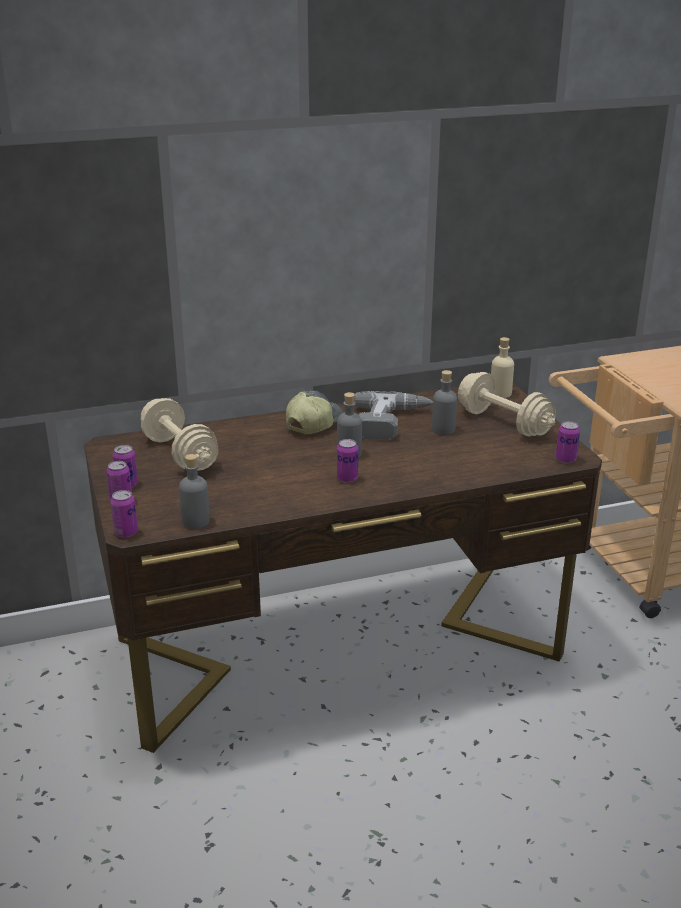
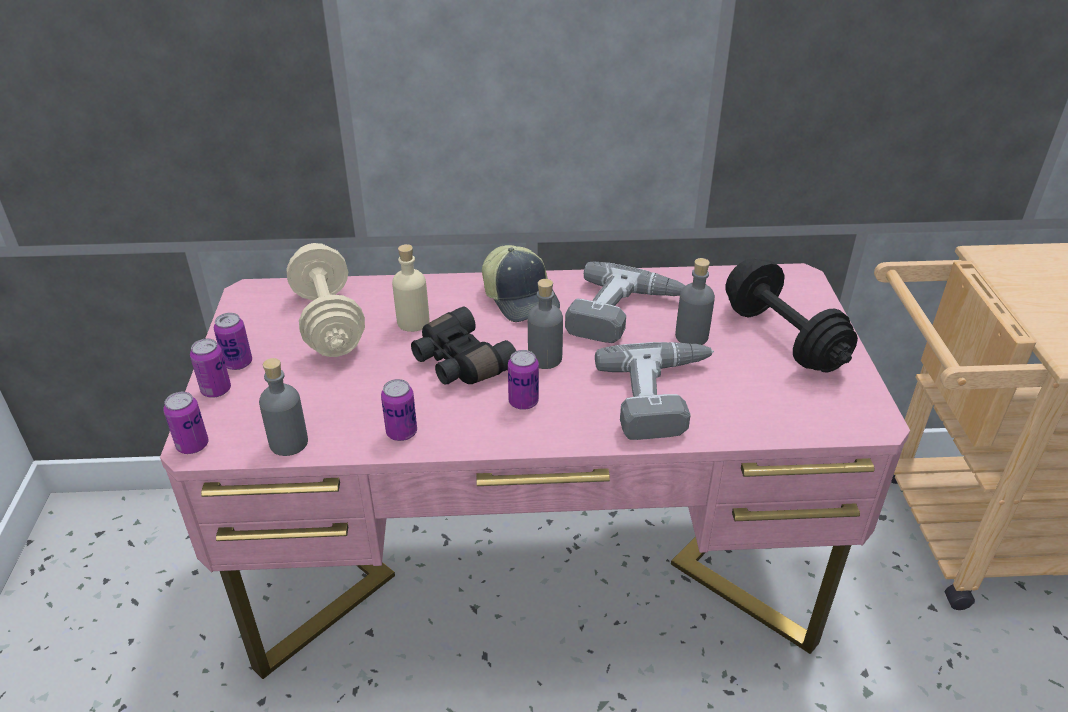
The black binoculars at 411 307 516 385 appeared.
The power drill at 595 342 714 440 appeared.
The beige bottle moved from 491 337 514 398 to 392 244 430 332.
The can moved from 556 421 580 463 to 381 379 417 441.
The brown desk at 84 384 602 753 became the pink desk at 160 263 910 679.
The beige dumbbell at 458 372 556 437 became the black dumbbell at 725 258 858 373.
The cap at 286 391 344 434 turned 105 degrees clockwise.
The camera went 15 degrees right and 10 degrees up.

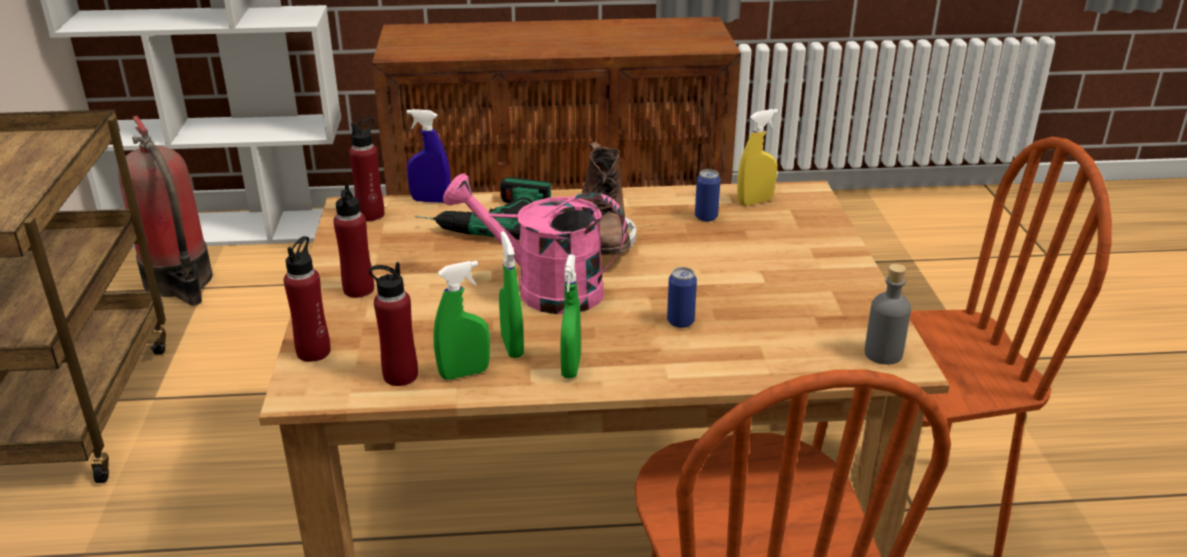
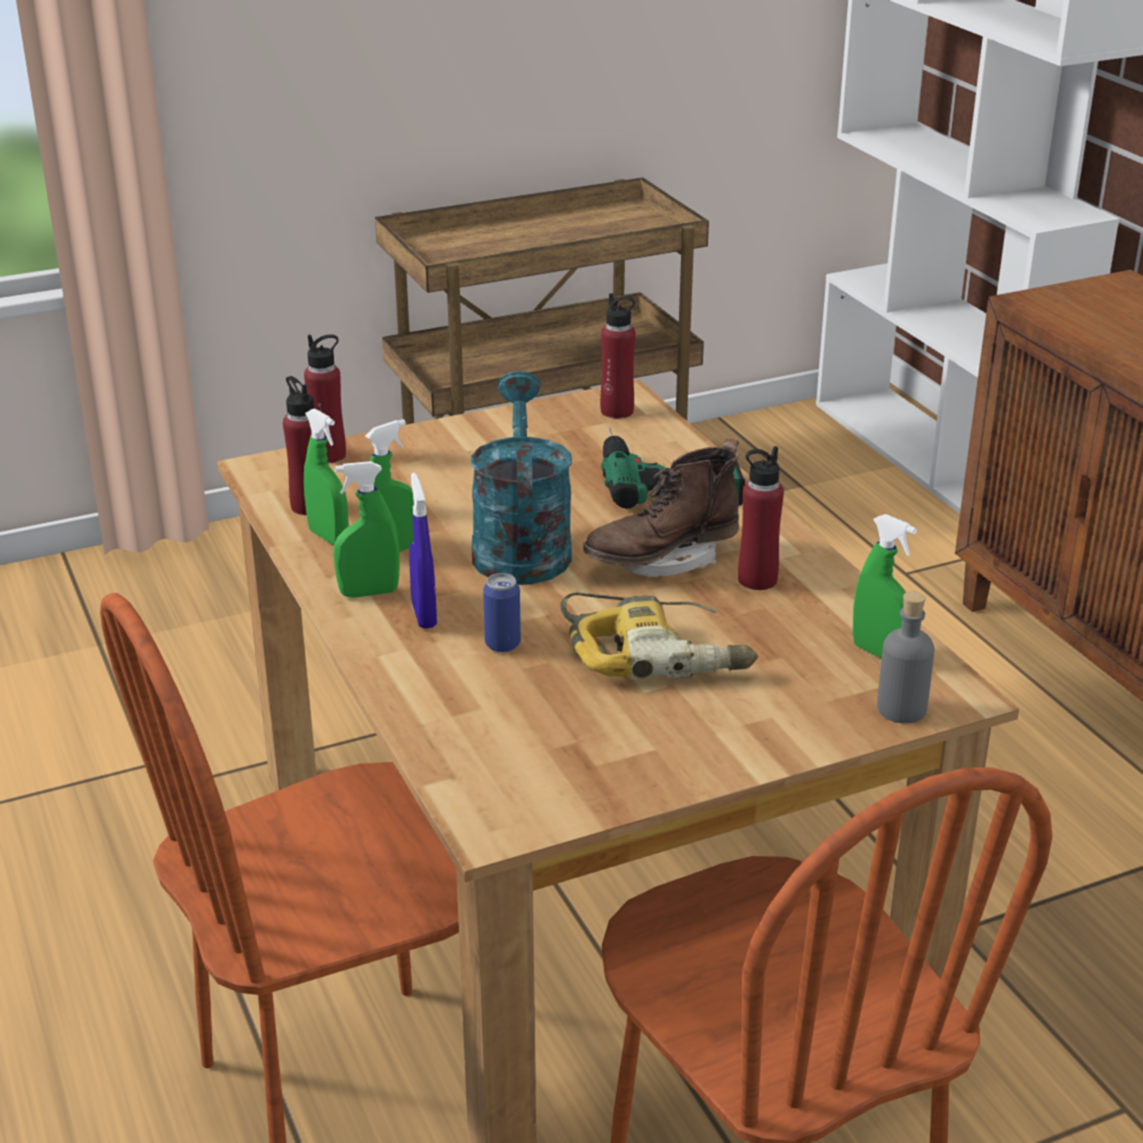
The fire extinguisher at 118 116 213 305 disappeared.
The can at 695 169 721 222 disappeared.
The power drill at 560 592 758 679 appeared.
The red bottle moved from 333 183 374 298 to 738 446 784 590.
The blue spray bottle moved from 407 109 450 203 to 409 473 437 629.
The grey bottle moved from 865 264 911 365 to 877 591 935 723.
The pink watering can at 443 173 626 314 became the turquoise watering can at 471 371 572 585.
The yellow spray bottle at 737 109 778 205 became the green spray bottle at 853 514 917 659.
The camera went 70 degrees right and 0 degrees up.

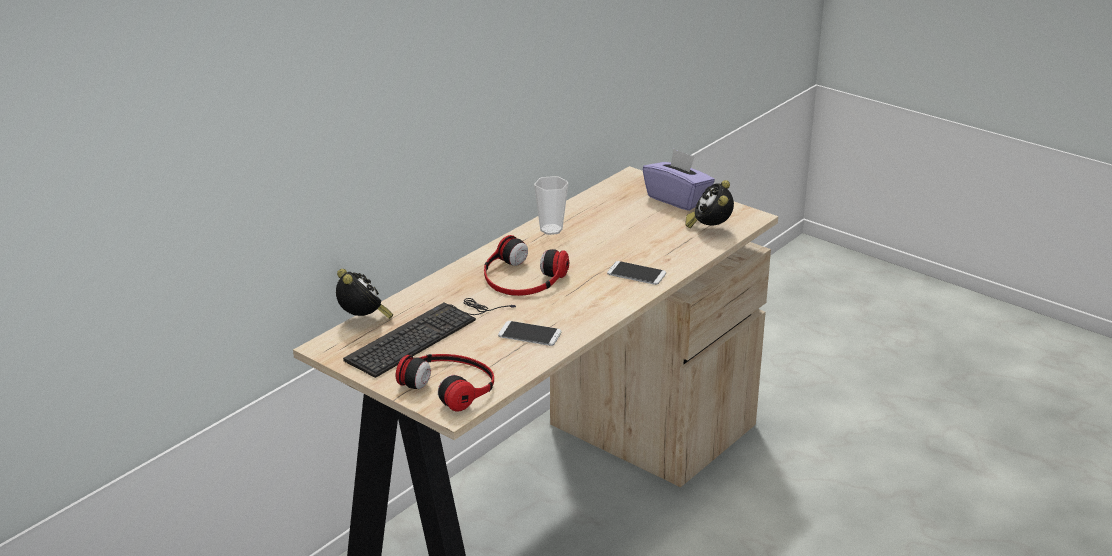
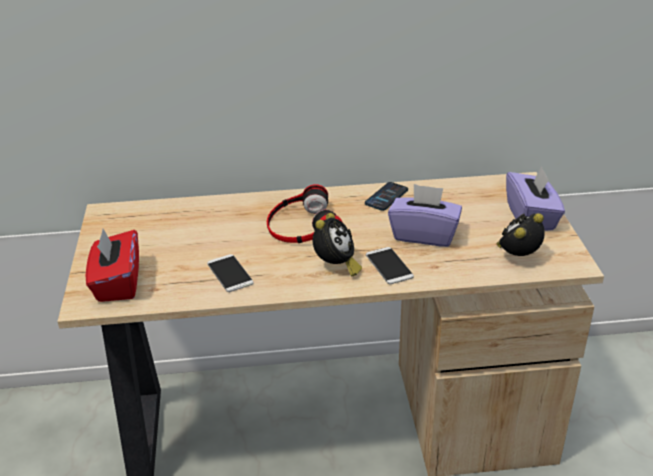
The keyboard at 343 298 516 378 disappeared.
The purple tissue box at 388 184 462 247 appeared.
The alarm clock moved from 336 269 393 319 to 312 213 362 276.
The headphones at 396 354 494 412 was replaced by the red tissue box at 85 229 139 302.
The cup at 534 176 568 235 was replaced by the phone at 365 182 408 211.
The camera went 45 degrees right and 5 degrees up.

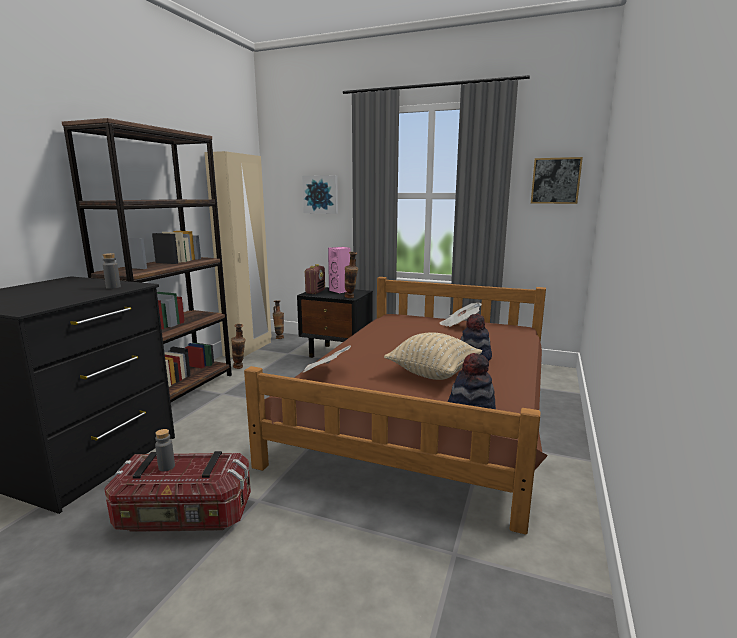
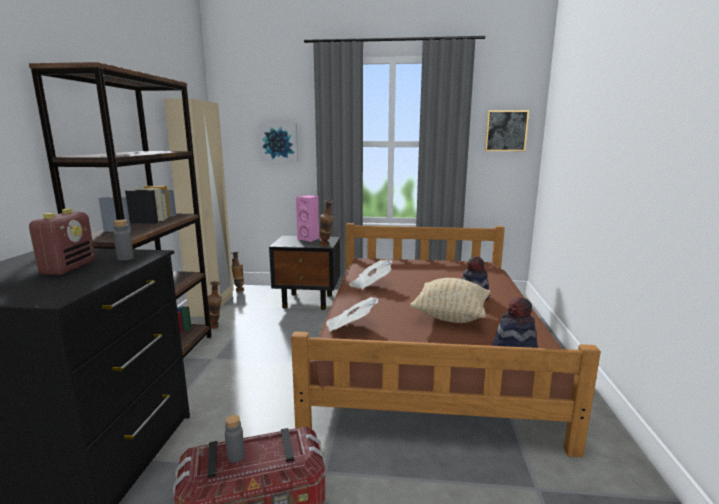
The radio moved from 304 264 325 294 to 29 208 95 275.
The newspaper moved from 439 303 482 327 to 349 260 393 289.
The camera went 15 degrees left and 0 degrees up.

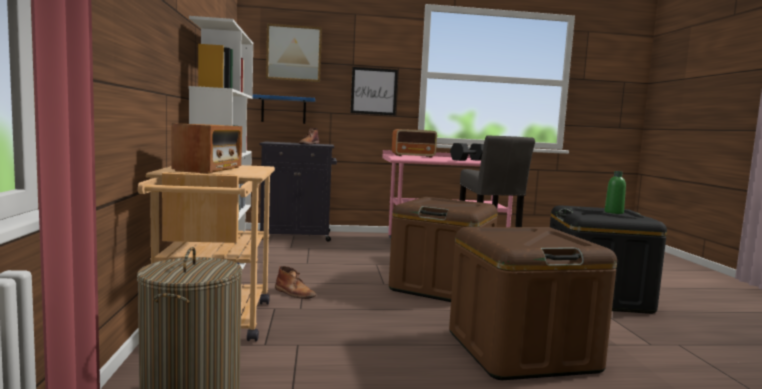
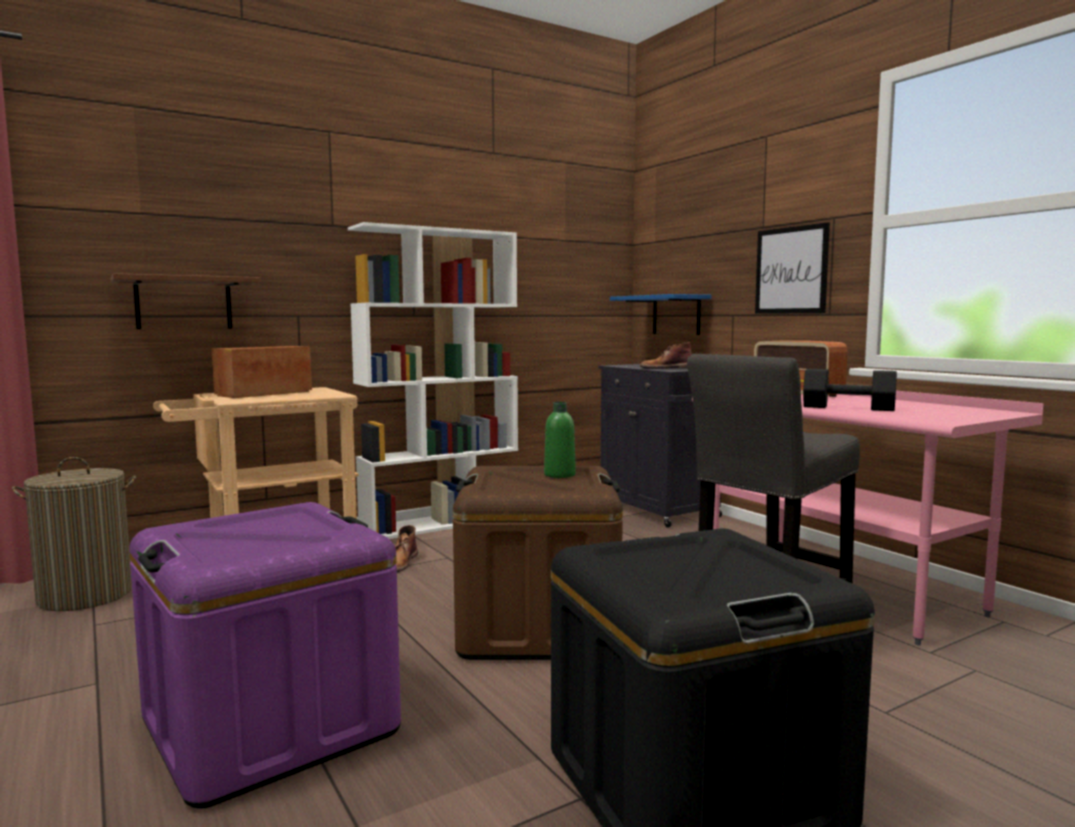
The picture at 266 24 322 82 disappeared.
The brown shelf at 110 273 261 329 appeared.
The green bottle moved from 605 171 626 214 to 544 402 576 478.
The brown storage box at 449 227 617 380 became the purple storage box at 129 502 401 809.
The radio at 172 123 242 173 turned 150 degrees clockwise.
The camera went 65 degrees right and 0 degrees up.

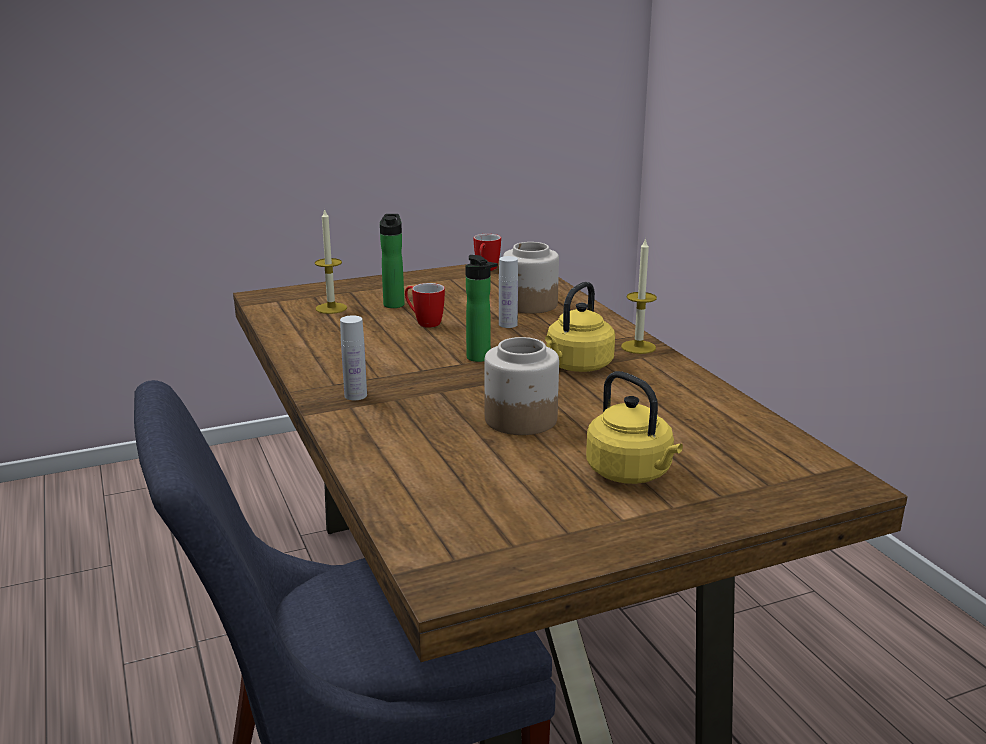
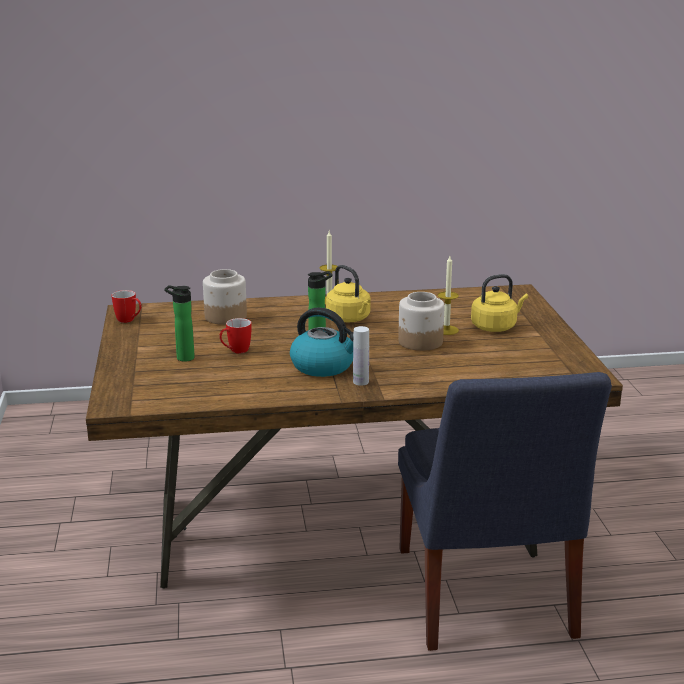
The white bottle at 499 256 518 328 disappeared.
The kettle at 290 307 354 377 appeared.
The candle moved from 315 208 347 314 to 438 256 459 335.
The camera went 75 degrees left and 0 degrees up.

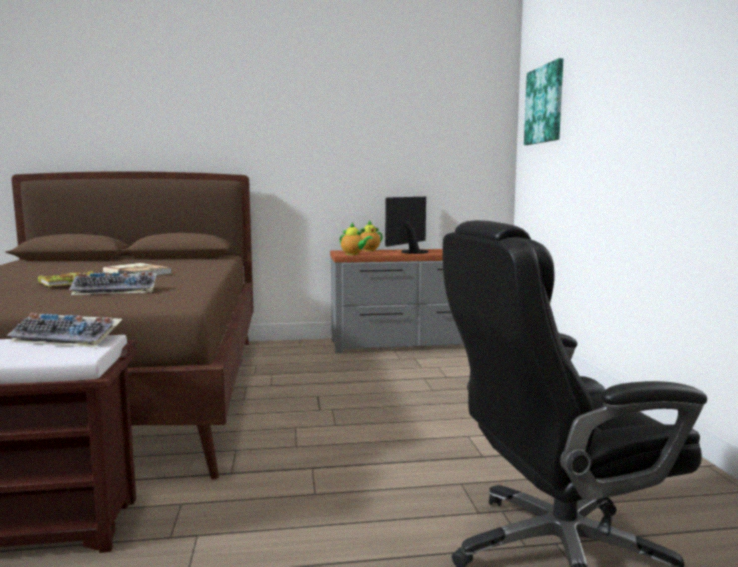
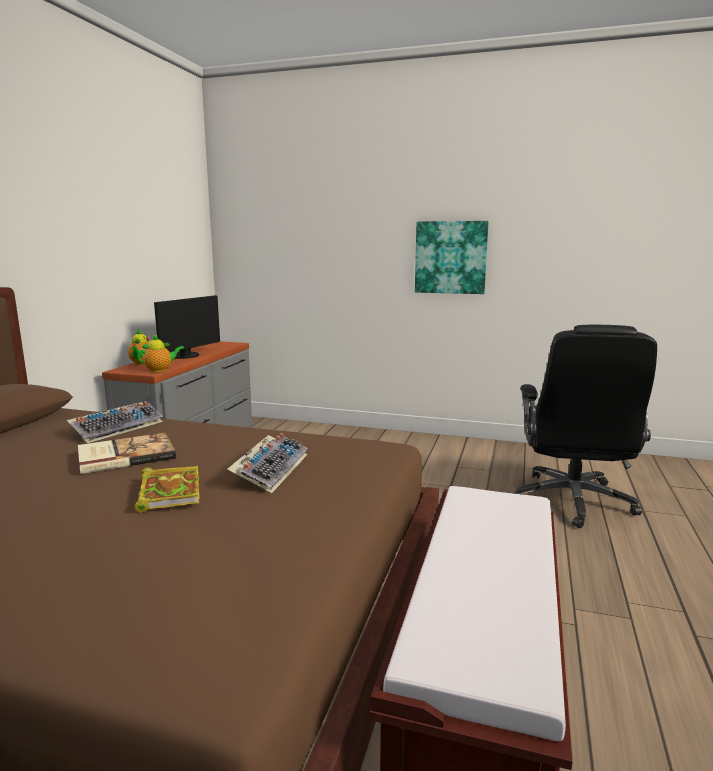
The keyboard moved from 8 313 122 347 to 67 401 163 443.
The picture moved from 524 58 563 145 to 415 221 489 294.
The monitor at 385 197 428 254 turned 120 degrees counterclockwise.
The camera went 65 degrees left and 5 degrees up.

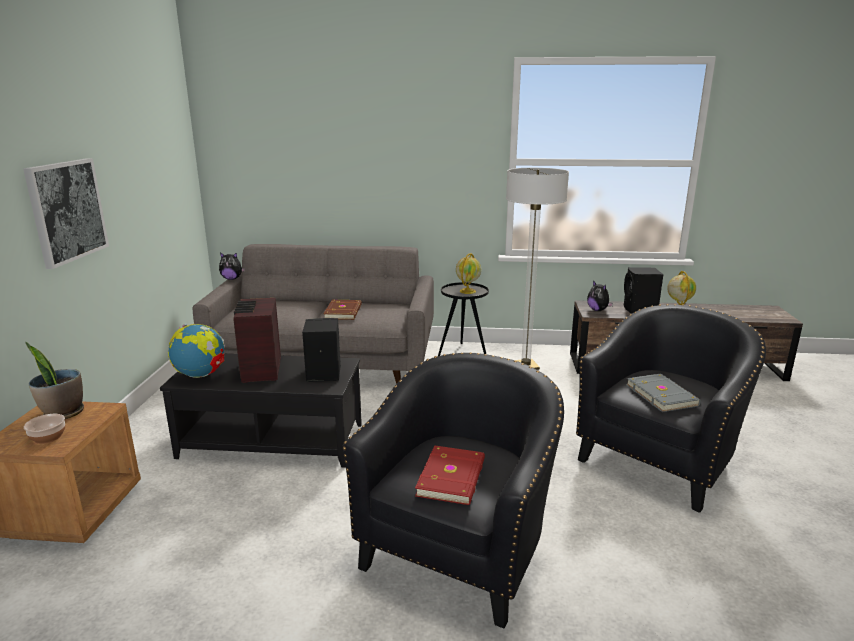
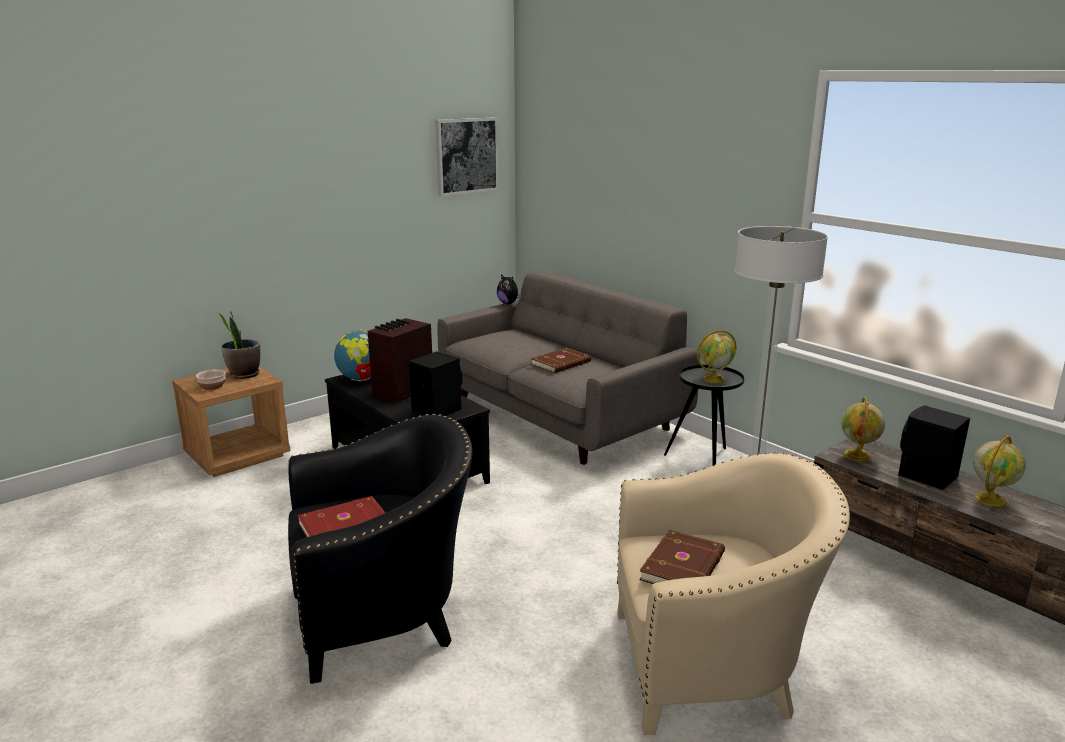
The picture moved from 23 158 109 269 to 435 117 499 196.
The plush toy at 587 281 613 311 was replaced by the globe at 841 397 885 461.
The black armchair at 576 304 766 513 became the beige armchair at 617 452 850 735.
The grey book at 626 374 701 412 became the brown book at 639 530 725 584.
The camera went 45 degrees right and 0 degrees up.

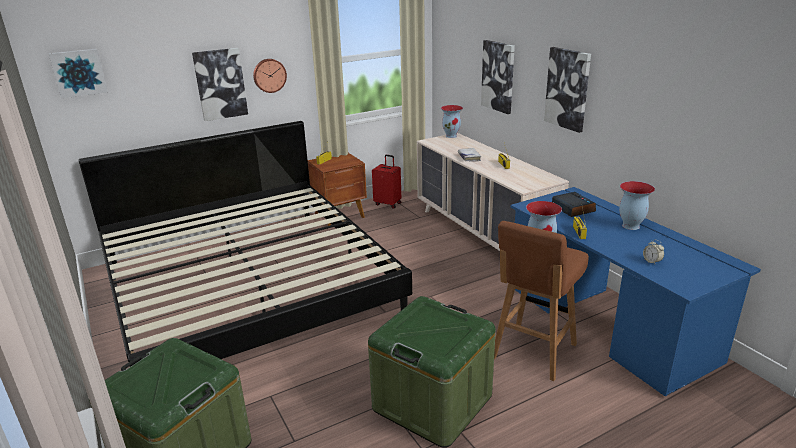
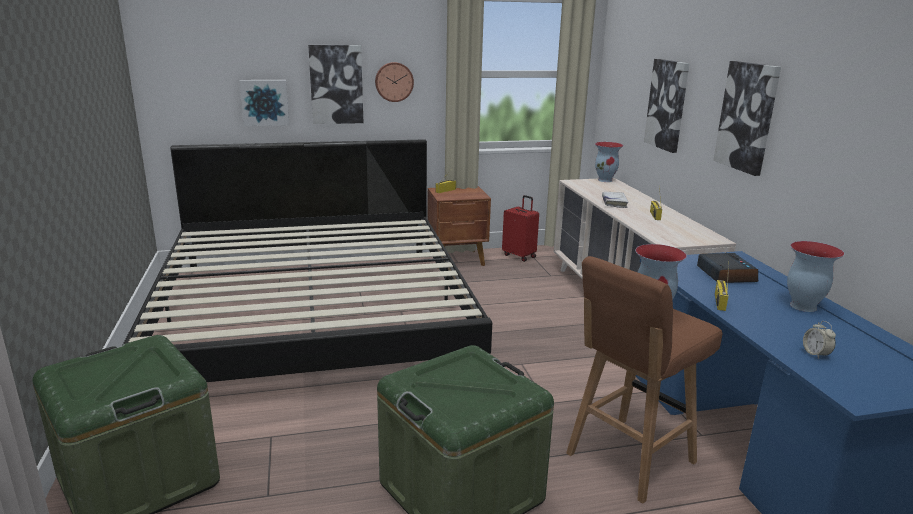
The picture moved from 49 49 108 98 to 239 80 289 126.
The camera went 15 degrees right and 5 degrees down.

